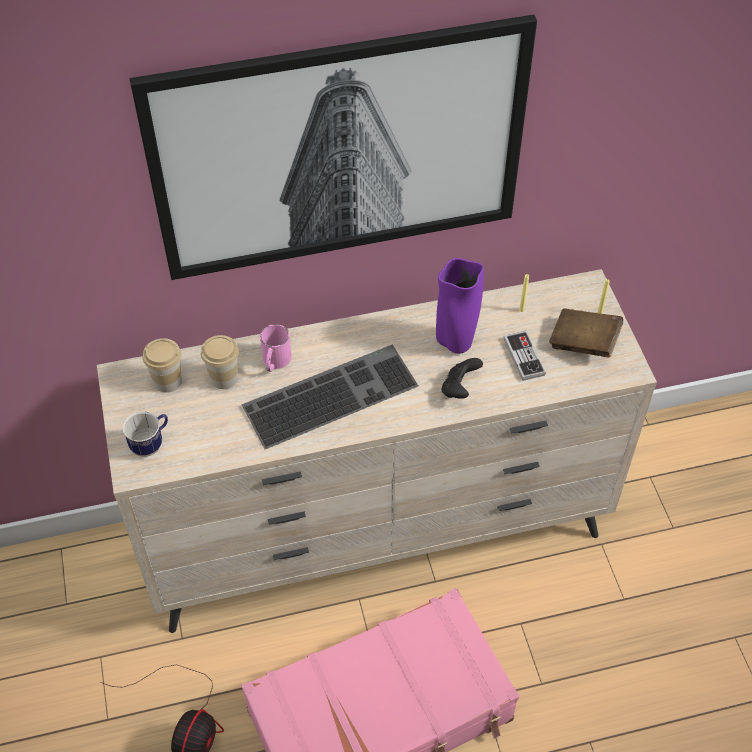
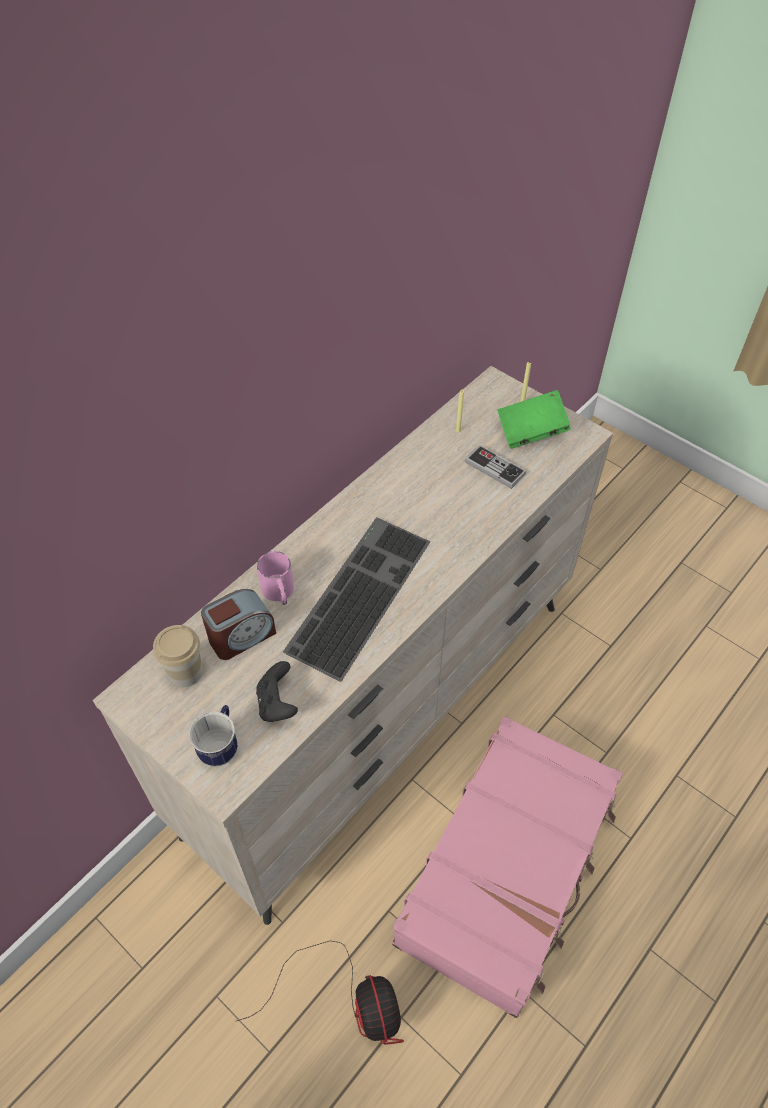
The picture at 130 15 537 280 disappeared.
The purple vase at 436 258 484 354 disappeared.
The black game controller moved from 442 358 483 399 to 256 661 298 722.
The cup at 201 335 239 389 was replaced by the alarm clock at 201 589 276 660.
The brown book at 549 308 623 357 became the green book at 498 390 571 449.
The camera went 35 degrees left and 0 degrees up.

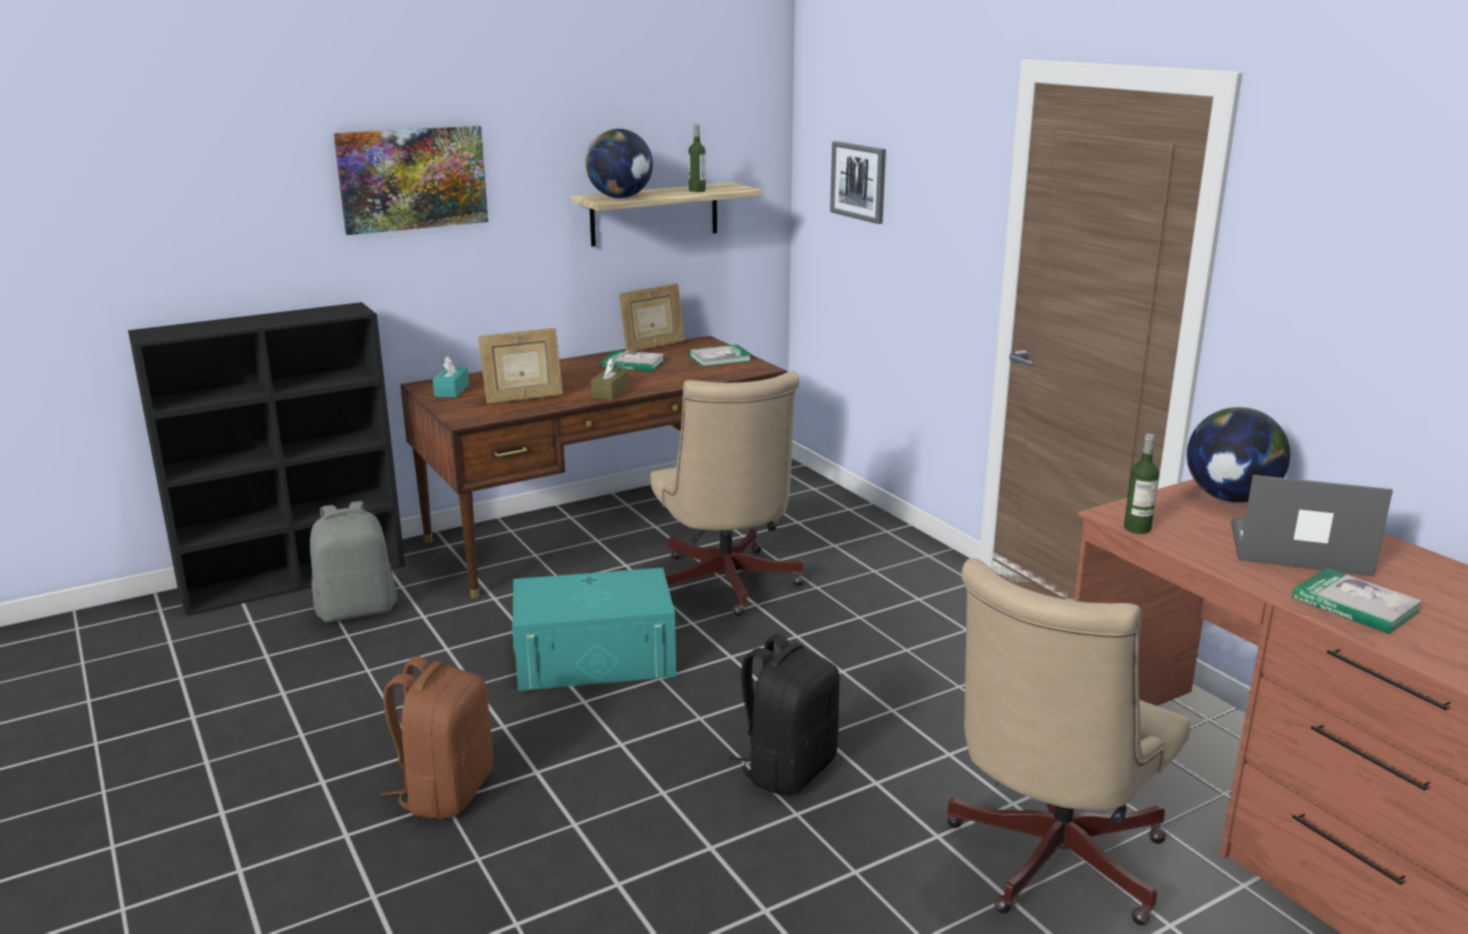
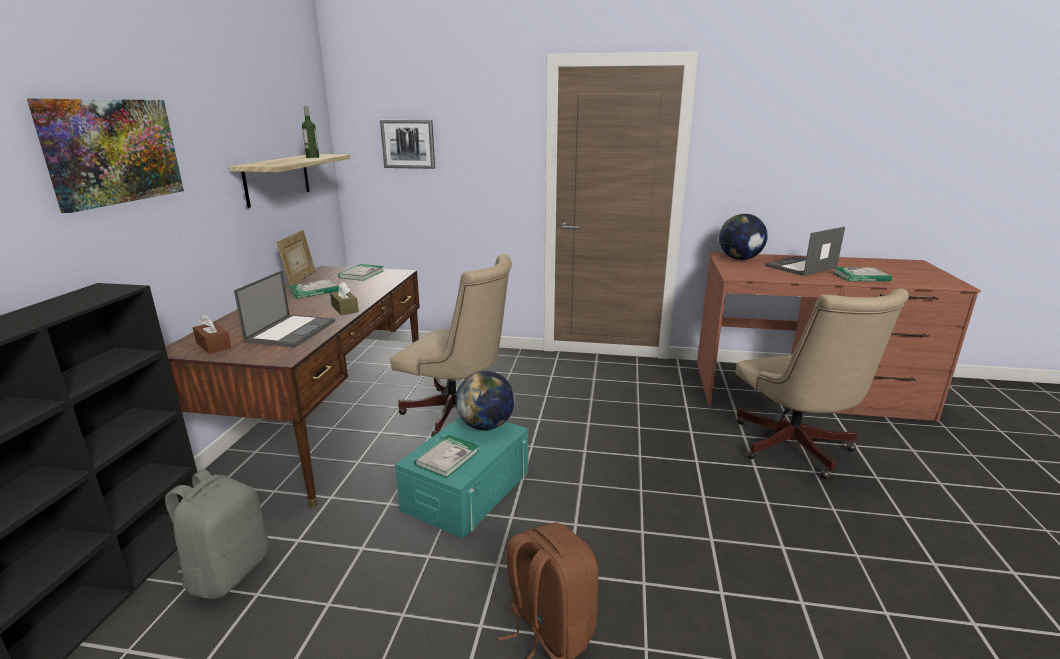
The black backpack at 729 634 840 795 disappeared.
The bottle at 1124 434 1159 534 disappeared.
The book at 414 435 479 478 appeared.
The globe moved from 585 129 653 198 to 456 371 515 430.
The picture frame at 478 328 563 404 was replaced by the laptop at 234 270 335 348.
The turquoise tissue box at 433 356 469 397 became the brown tissue box at 193 314 231 354.
The camera went 50 degrees left and 0 degrees up.

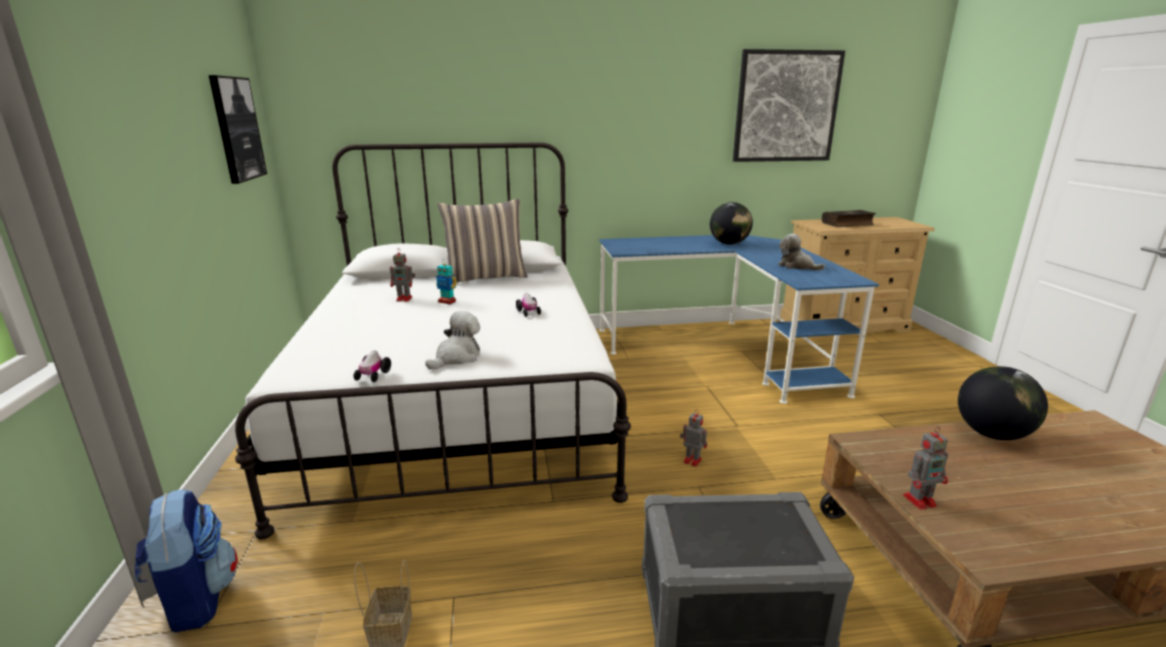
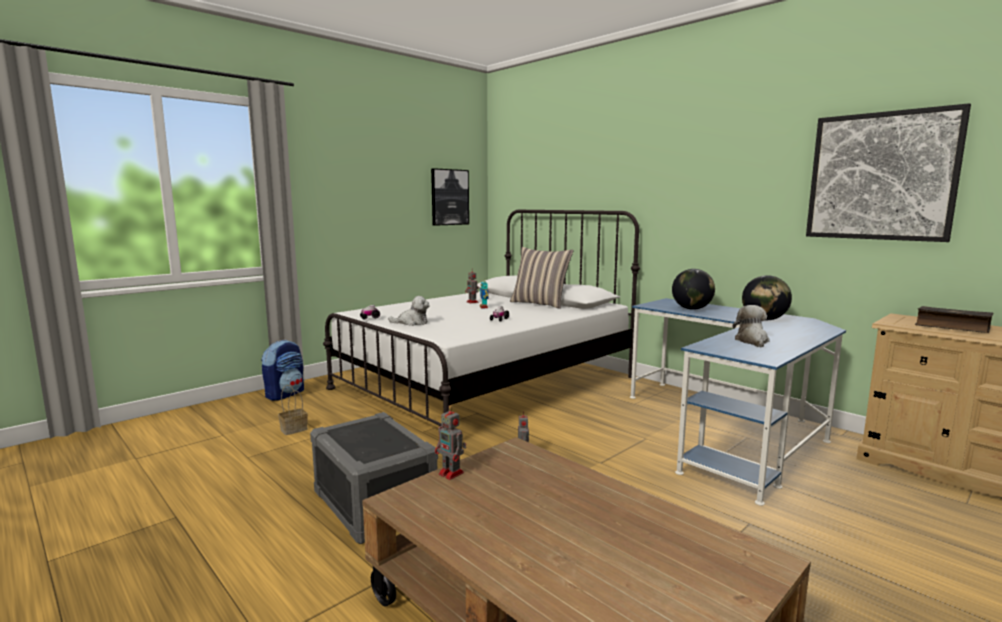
The globe moved from 958 366 1048 440 to 672 269 715 310.
The camera went 55 degrees right and 10 degrees down.

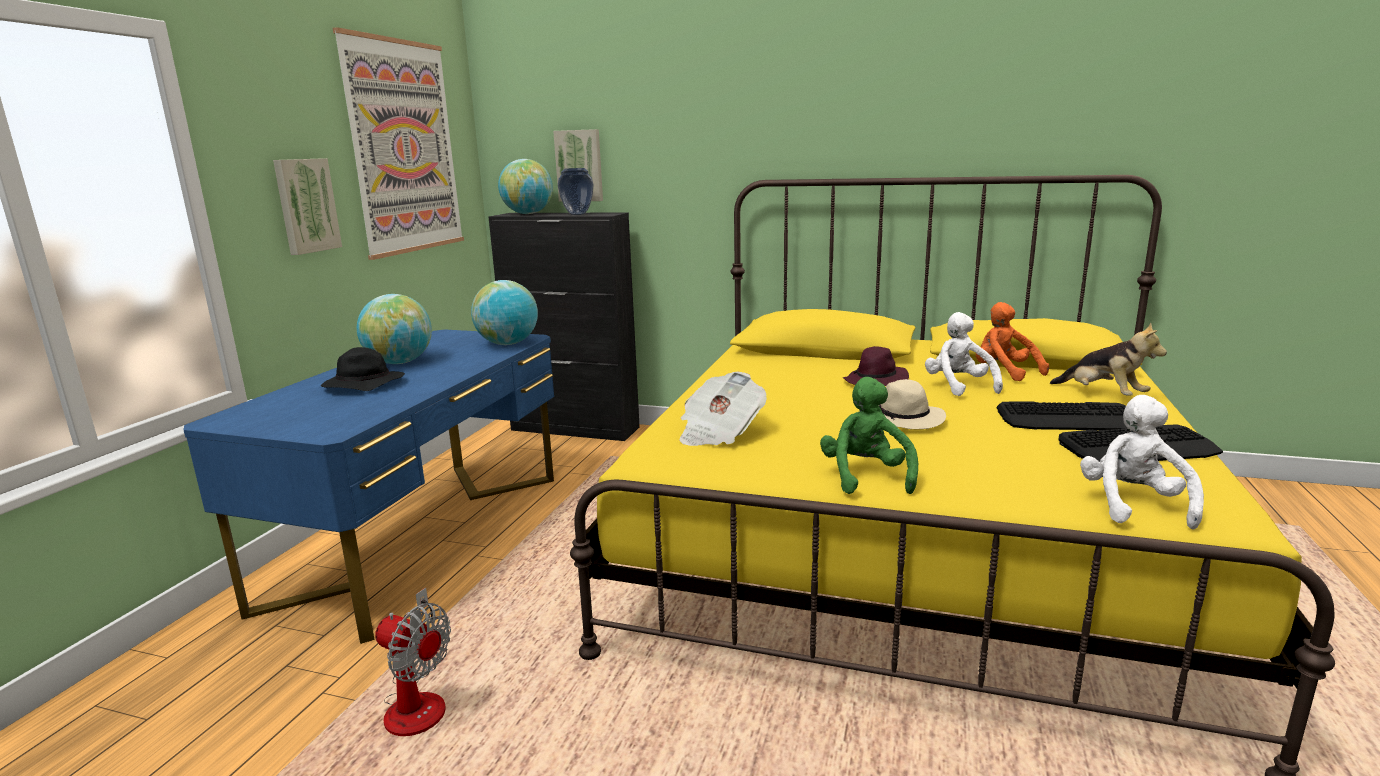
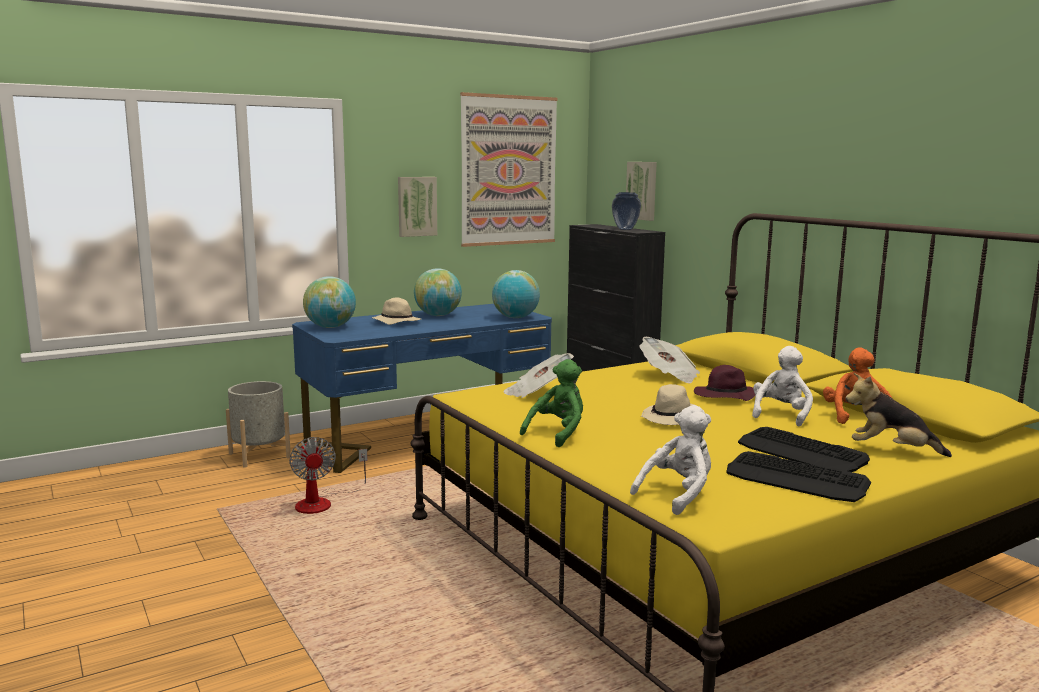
The grey planter at 226 381 291 468 appeared.
The newspaper at 639 337 700 384 appeared.
The globe moved from 498 159 553 214 to 303 276 356 328.
The black hat at 321 347 405 391 became the beige hat at 372 297 421 325.
The plush toy at 1050 323 1167 396 turned 105 degrees clockwise.
The camera went 40 degrees right and 5 degrees down.

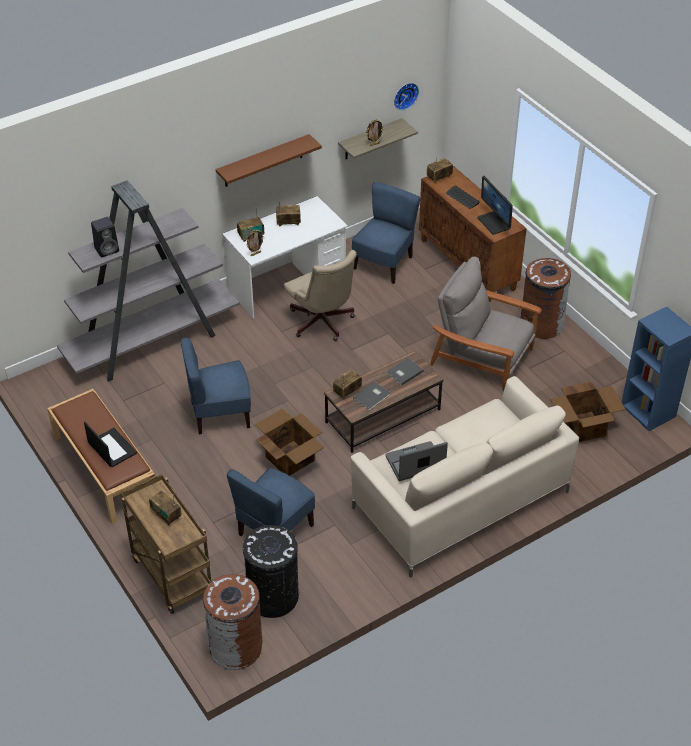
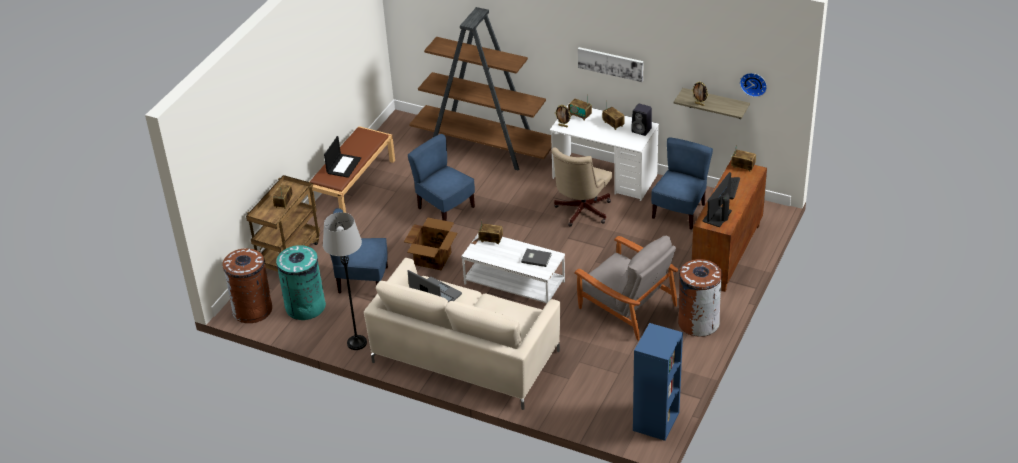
The grey book at 353 381 391 410 disappeared.
The cardboard box at 550 381 626 442 disappeared.
The grey floor lamp at 323 212 367 350 appeared.
The black speaker moved from 91 217 119 257 to 631 103 652 136.
The brown shelf at 216 134 322 187 was replaced by the picture at 578 47 644 82.
The grey bookcase at 57 180 240 382 became the brown bookcase at 409 7 552 171.
The black trash can at 243 525 299 618 became the turquoise trash can at 276 245 326 320.
The brown coffee table at 324 351 443 453 became the white coffee table at 461 234 565 304.
The blue chair at 352 182 421 284 turned 60 degrees counterclockwise.
The grey armchair at 431 257 542 392 turned 135 degrees clockwise.
The camera went 60 degrees right and 5 degrees down.

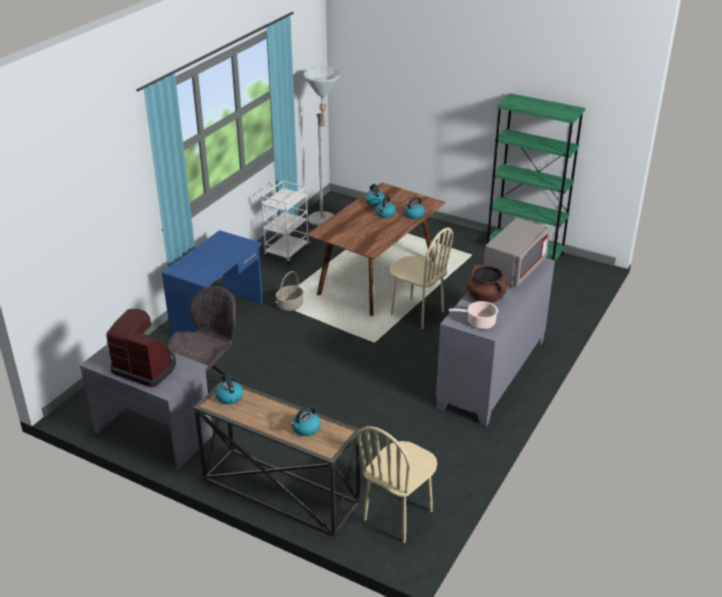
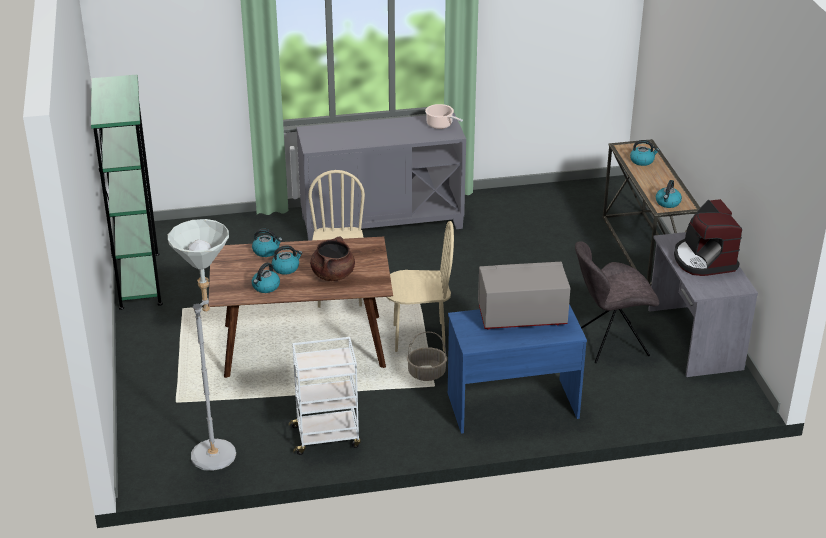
The beige chair moved from 357 426 437 543 to 386 221 454 352.
The brown cooking pot moved from 467 265 507 303 to 310 236 355 281.
The grey microwave moved from 484 218 550 287 to 478 262 570 330.
The camera went 130 degrees left and 0 degrees up.

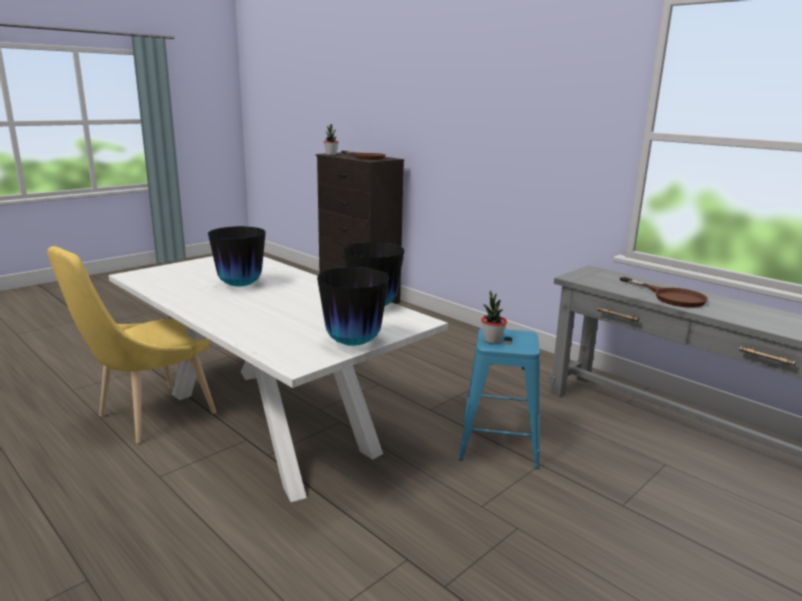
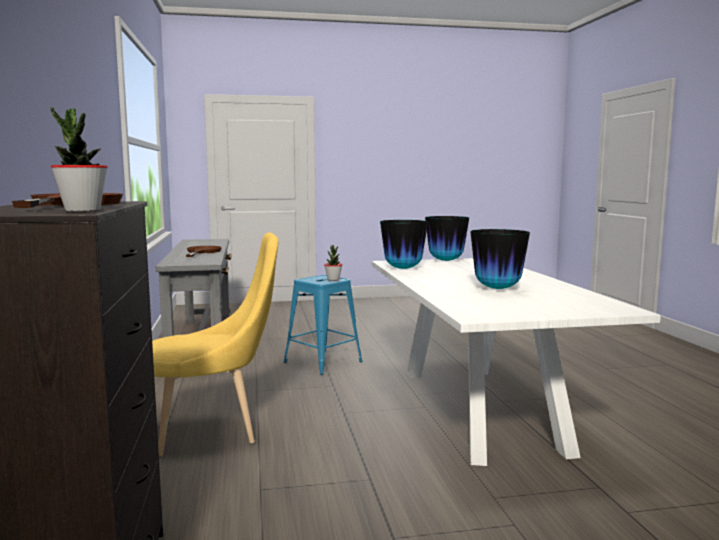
The yellow chair moved from 47 246 216 443 to 152 233 278 457.
The camera went 145 degrees left and 10 degrees down.

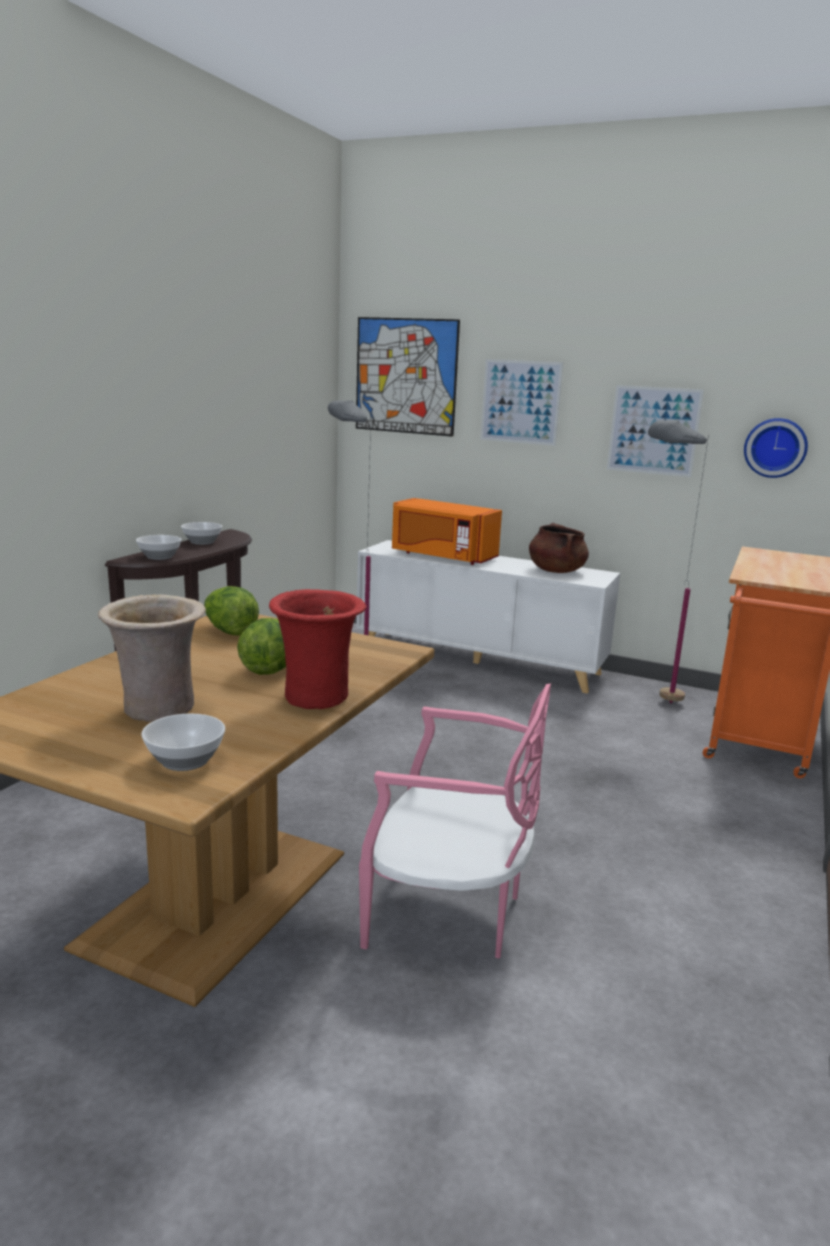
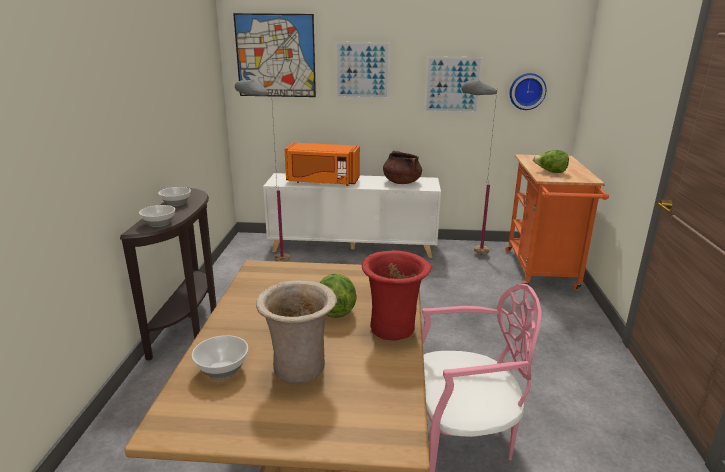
The bowl moved from 141 713 225 771 to 192 335 248 379.
The lettuce moved from 204 586 259 636 to 533 150 569 173.
The camera went 20 degrees left and 5 degrees up.

